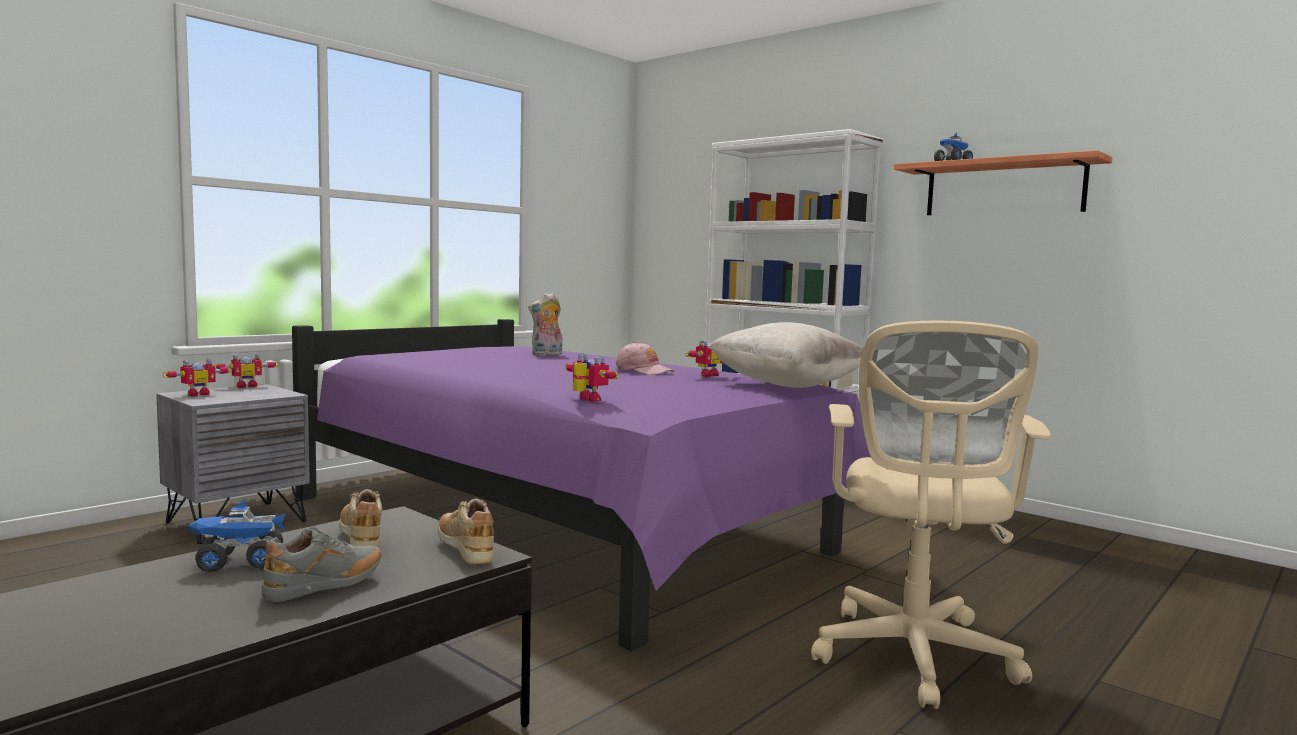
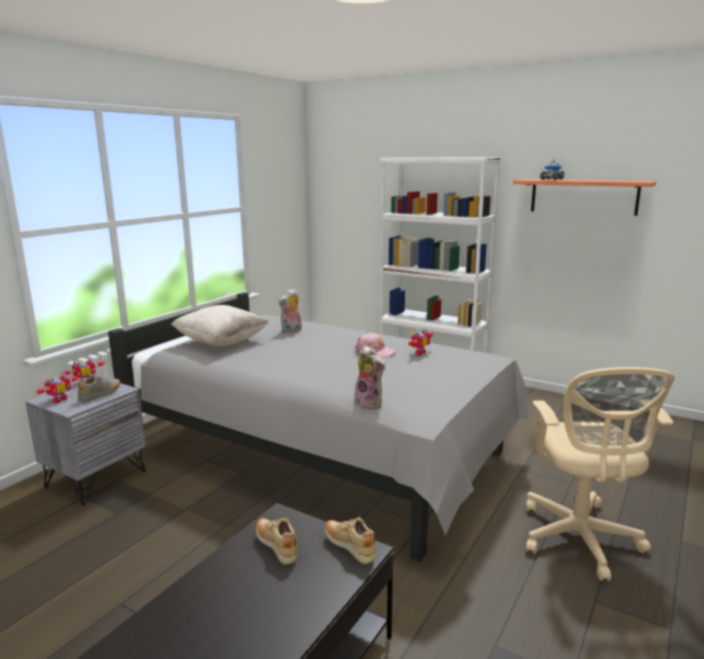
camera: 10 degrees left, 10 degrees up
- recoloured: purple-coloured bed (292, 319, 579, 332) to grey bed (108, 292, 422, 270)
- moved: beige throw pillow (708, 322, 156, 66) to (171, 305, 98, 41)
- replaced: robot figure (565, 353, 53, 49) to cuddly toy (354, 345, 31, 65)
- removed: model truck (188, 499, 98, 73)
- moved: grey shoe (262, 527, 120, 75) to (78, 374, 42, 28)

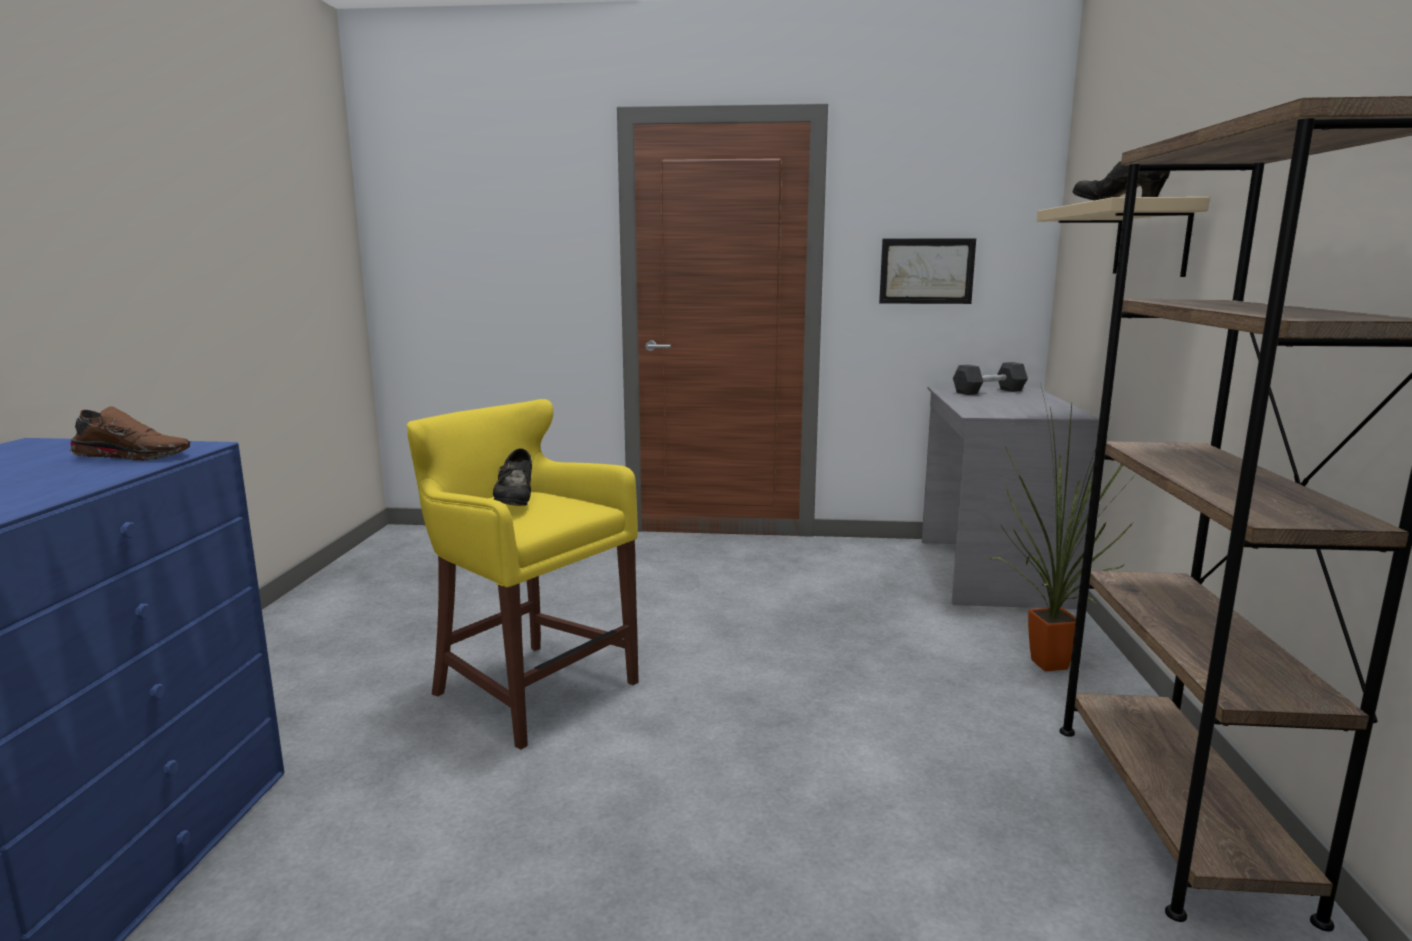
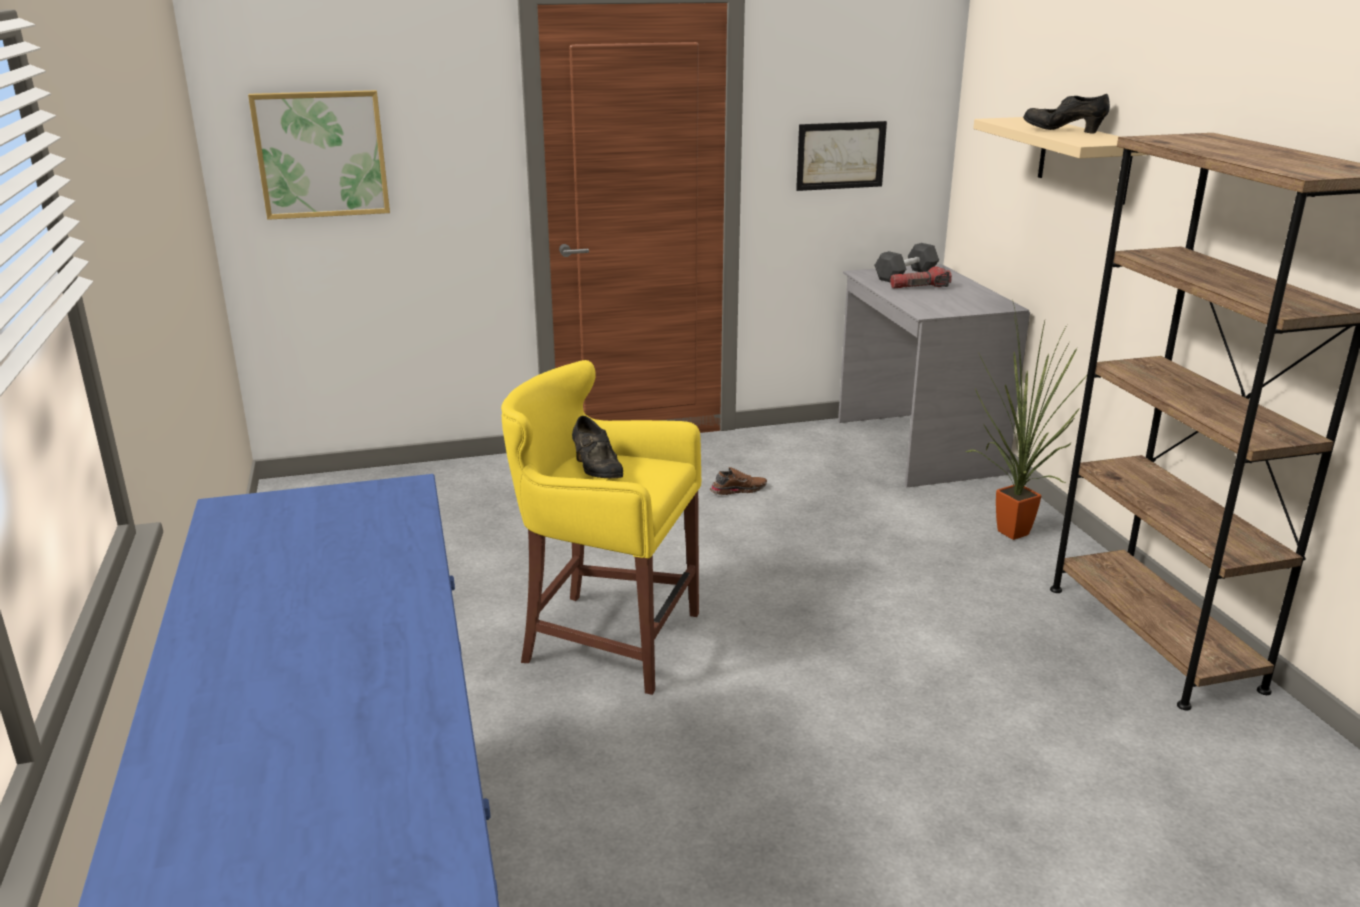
camera: 20 degrees left, 10 degrees up
- moved: brownish shoe (70, 406, 120, 55) to (710, 467, 57, 28)
- added: wall picture (248, 90, 142, 130)
- added: torch (890, 266, 62, 23)

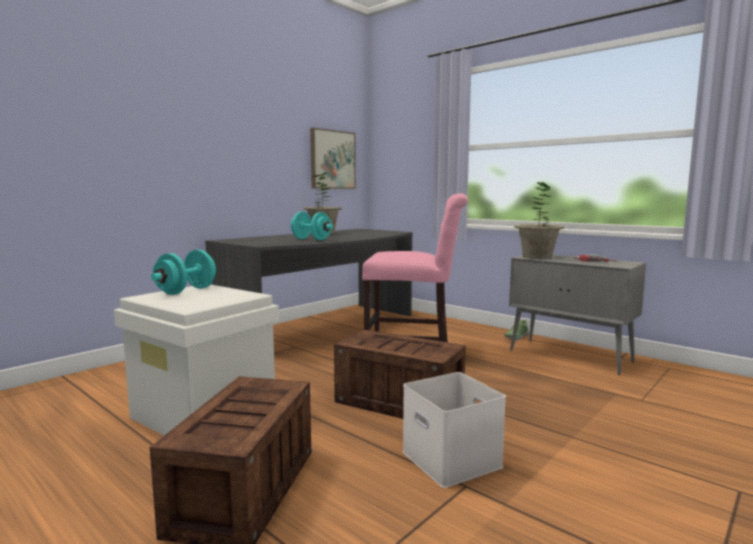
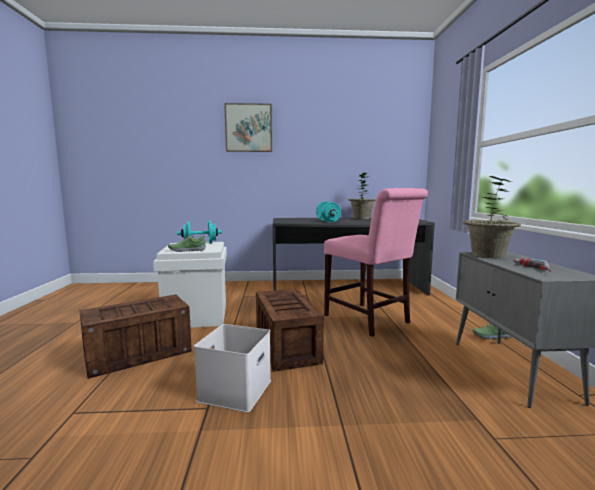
camera: 45 degrees right, 0 degrees up
- moved: wall picture (310, 128, 46, 61) to (224, 103, 48, 49)
- added: shoe (168, 235, 38, 17)

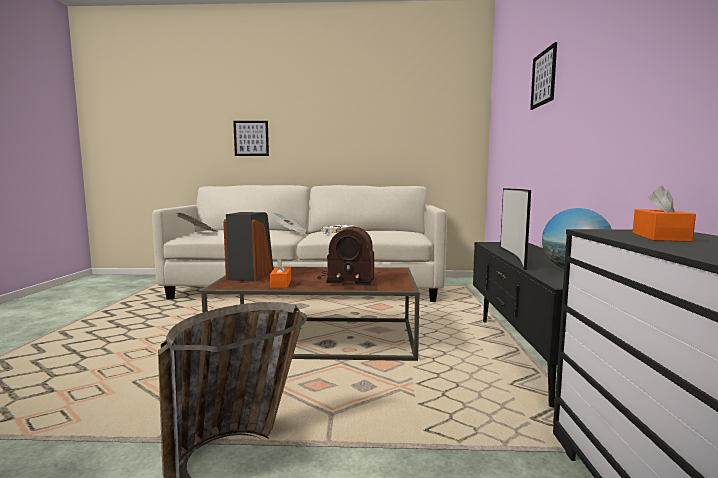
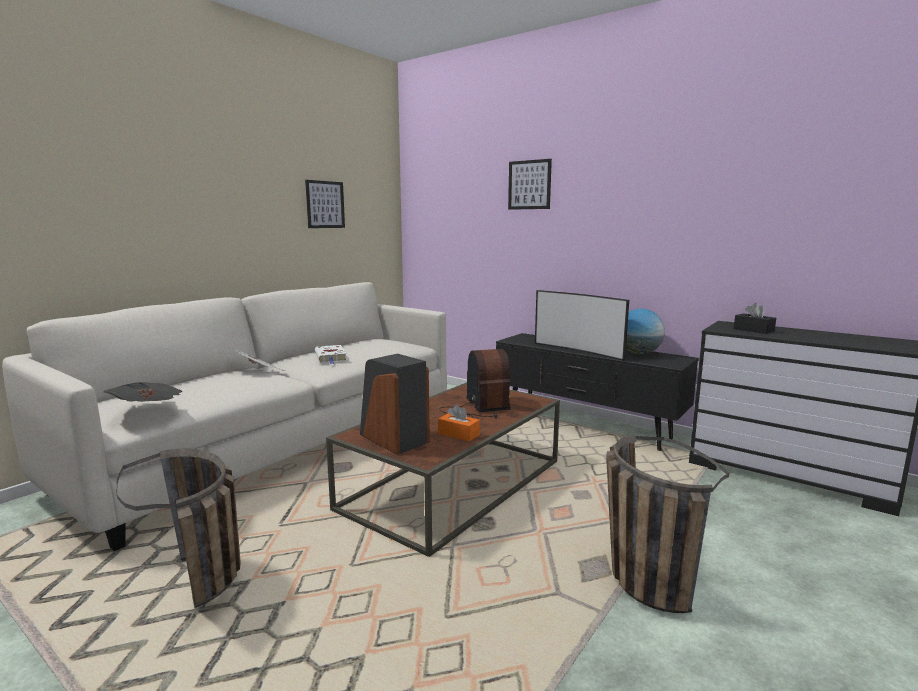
camera: 55 degrees left, 5 degrees up
- moved: wall picture (233, 121, 36, 35) to (305, 180, 40, 48)
- recoloured: orangey tissue box (632, 186, 64, 56) to black-coloured tissue box (734, 303, 42, 31)
- turned: radio (317, 227, 58, 58) = (439, 349, 72, 69) 60 degrees counterclockwise
- added: storage basket (117, 449, 124, 159)

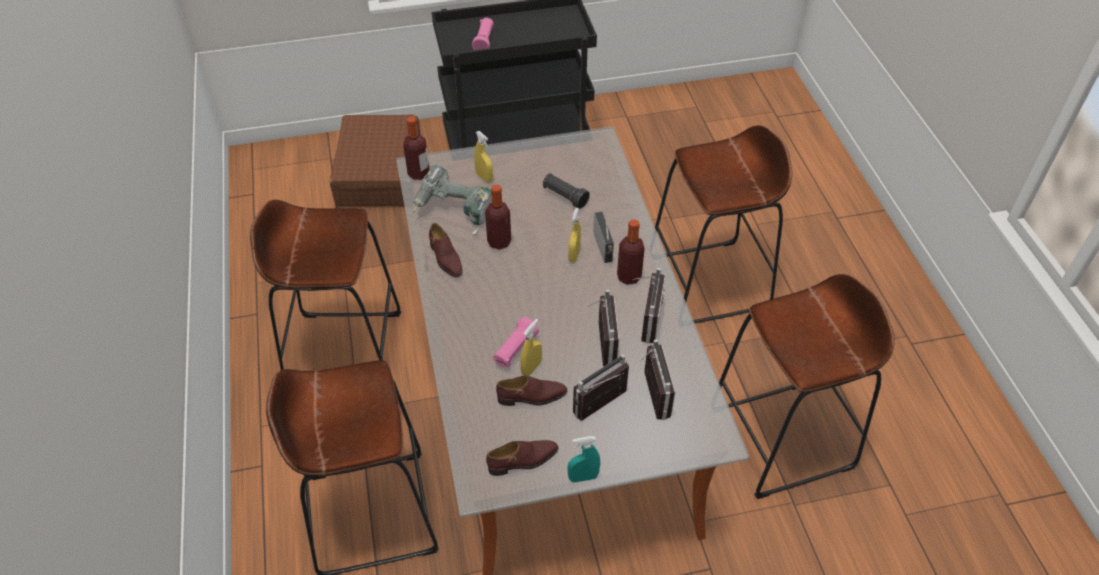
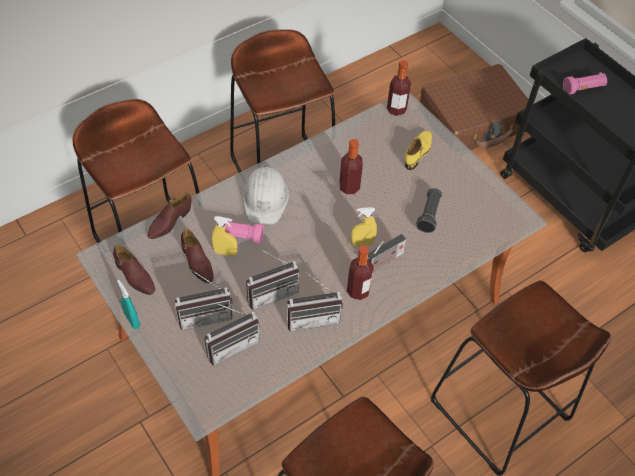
camera: 65 degrees right, 5 degrees up
- replaced: yellow-coloured spray bottle (474, 131, 19, 52) to yellow-coloured shoe (404, 131, 28, 39)
- removed: power drill (412, 165, 80, 70)
- moved: brownish shoe (429, 223, 33, 54) to (147, 193, 45, 46)
- turned: radio (573, 354, 56, 67) = (175, 270, 58, 60) 135 degrees clockwise
- added: white hard hat (243, 166, 46, 59)

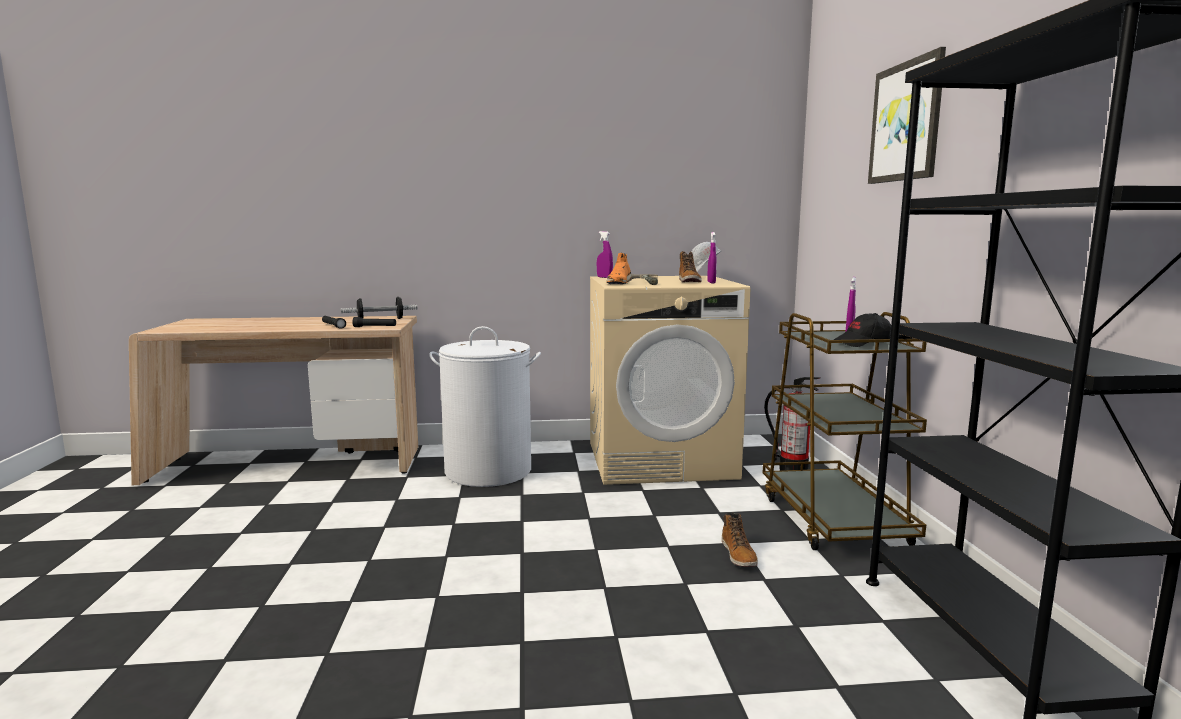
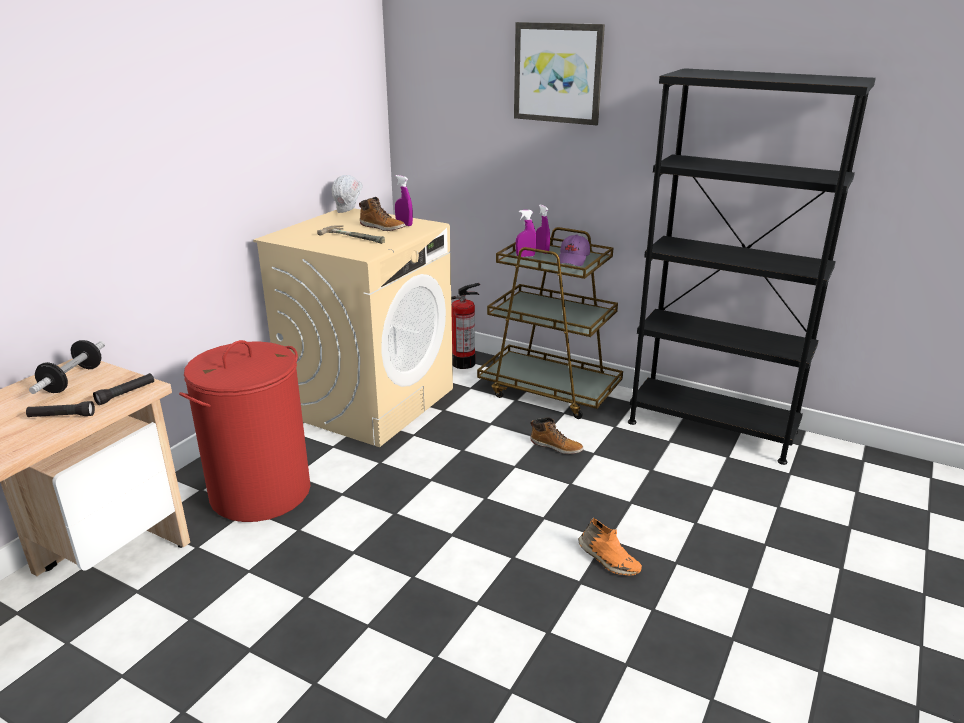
camera: 55 degrees left, 15 degrees up
- moved: purple-coloured spray bottle (597, 231, 16, 47) to (516, 210, 20, 47)
- moved: orangey shoe (606, 252, 26, 32) to (578, 518, 64, 57)
- recoloured: black-coloured cap (834, 313, 57, 34) to purple-coloured cap (559, 235, 31, 31)
- recoloured: white hamper (429, 326, 112, 161) to red hamper (179, 340, 132, 182)

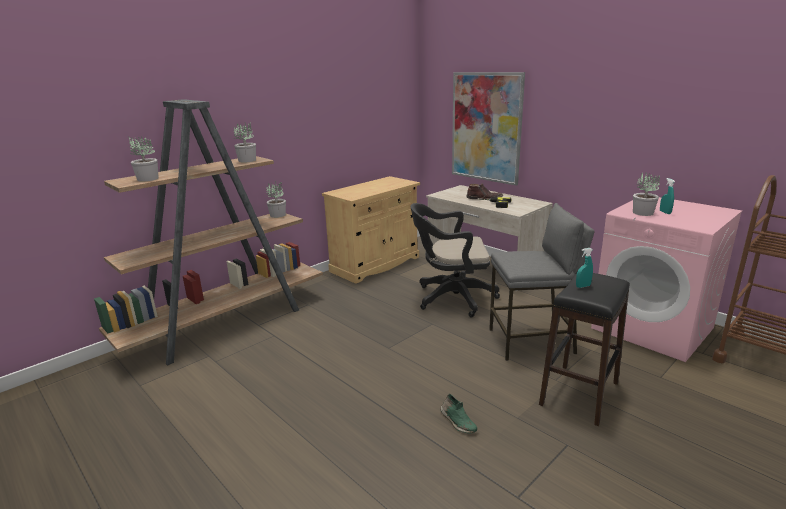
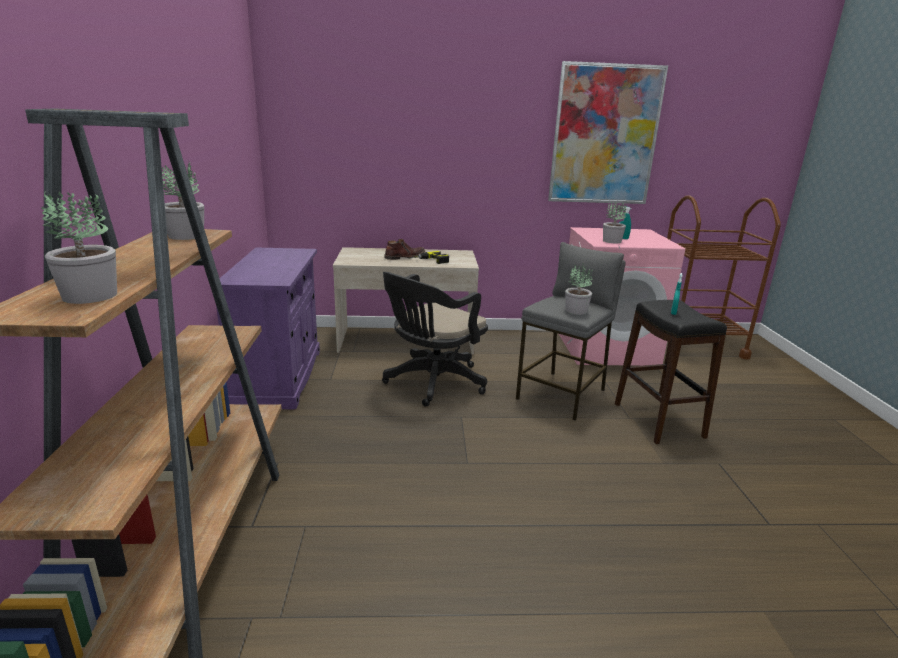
camera: 50 degrees left, 0 degrees up
- moved: wall picture (452, 72, 73, 114) to (548, 61, 120, 143)
- recoloured: beige cabinet (322, 176, 98, 107) to purple-coloured cabinet (216, 247, 104, 162)
- moved: potted plant (266, 183, 20, 35) to (565, 264, 28, 51)
- removed: greenish shoe (441, 393, 36, 40)

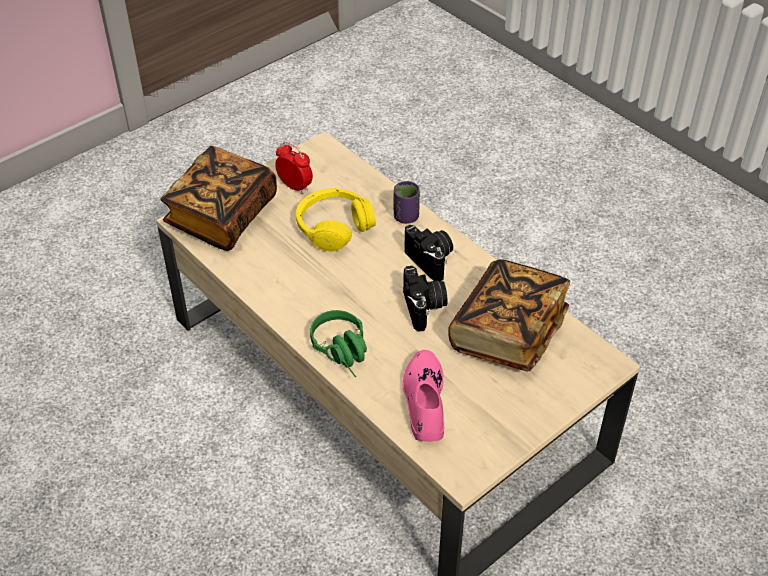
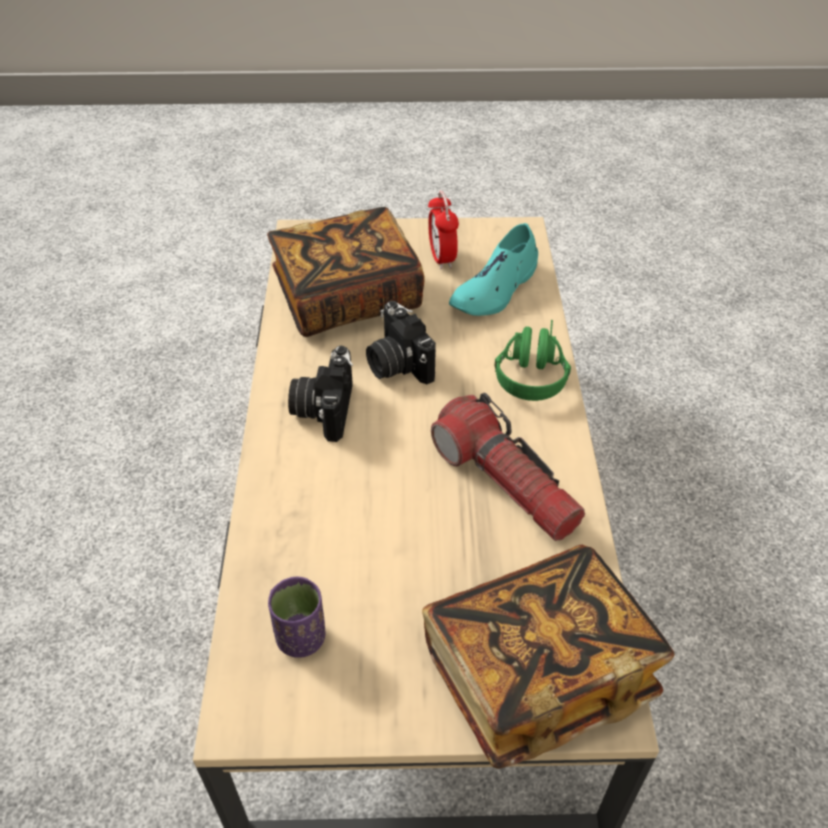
camera: 140 degrees left, 0 degrees up
- moved: bedside clock (275, 141, 38, 53) to (428, 191, 31, 79)
- moved: purple-coloured small cup (393, 181, 27, 43) to (268, 577, 57, 81)
- removed: yellow-coloured headset (296, 188, 80, 64)
- turned: photo camera (403, 266, 45, 66) = (366, 301, 70, 83) 60 degrees counterclockwise
- recoloured: pink shoe (402, 350, 42, 92) to turquoise-coloured shoe (449, 223, 89, 93)
- added: torch (431, 393, 154, 148)

